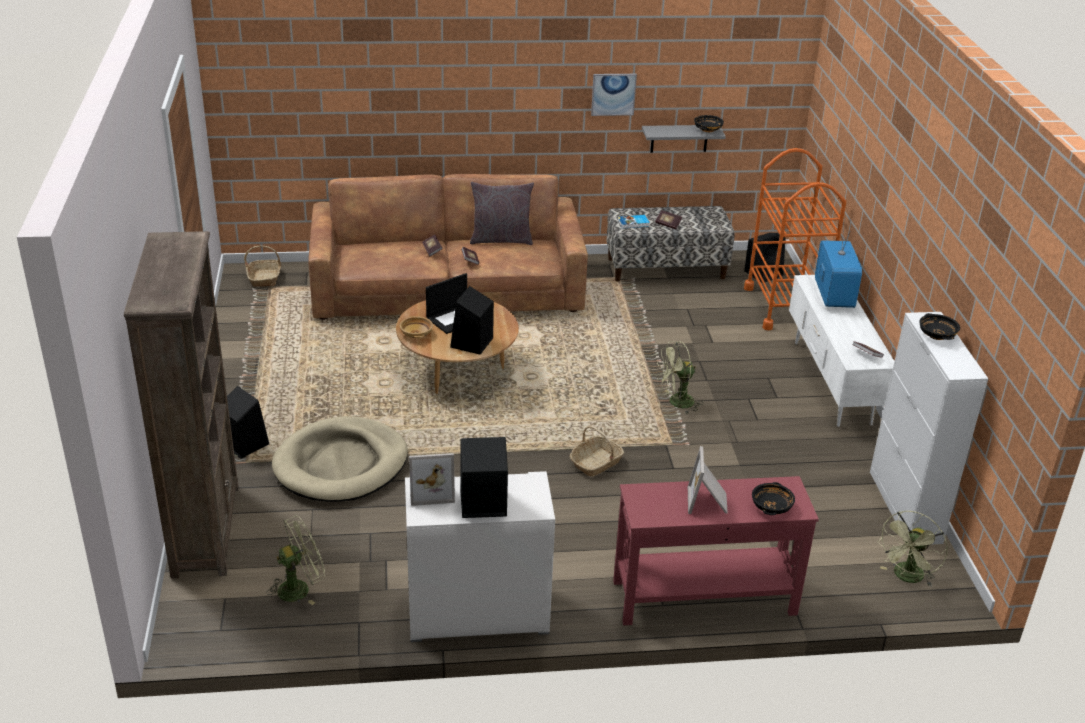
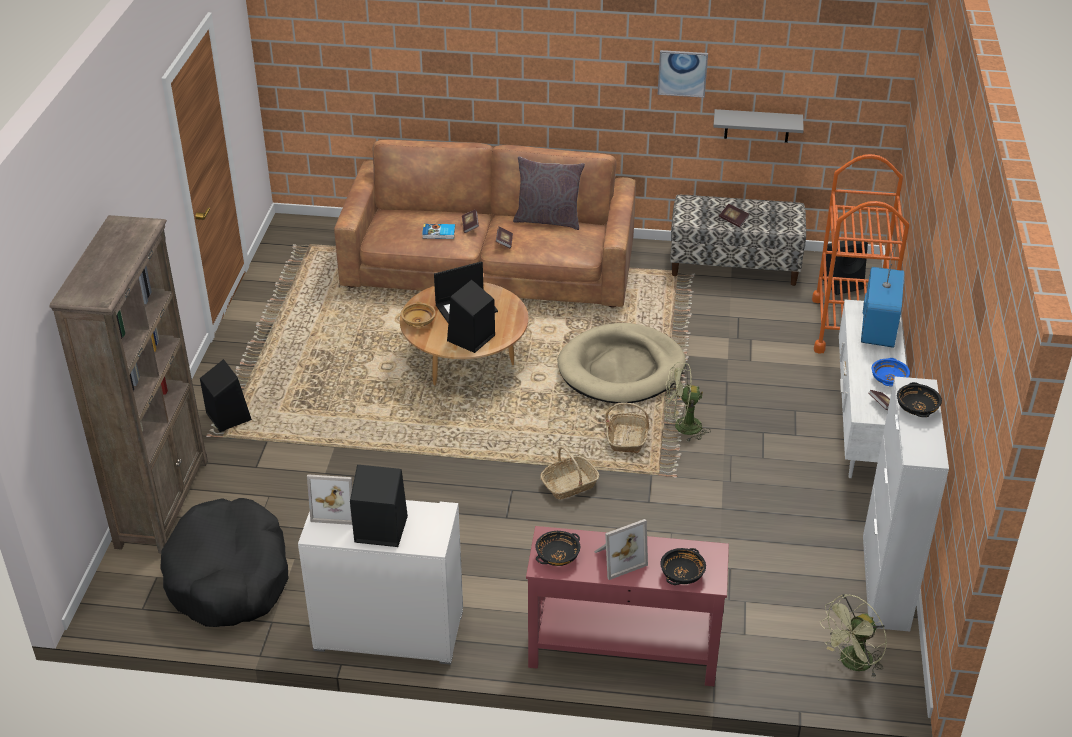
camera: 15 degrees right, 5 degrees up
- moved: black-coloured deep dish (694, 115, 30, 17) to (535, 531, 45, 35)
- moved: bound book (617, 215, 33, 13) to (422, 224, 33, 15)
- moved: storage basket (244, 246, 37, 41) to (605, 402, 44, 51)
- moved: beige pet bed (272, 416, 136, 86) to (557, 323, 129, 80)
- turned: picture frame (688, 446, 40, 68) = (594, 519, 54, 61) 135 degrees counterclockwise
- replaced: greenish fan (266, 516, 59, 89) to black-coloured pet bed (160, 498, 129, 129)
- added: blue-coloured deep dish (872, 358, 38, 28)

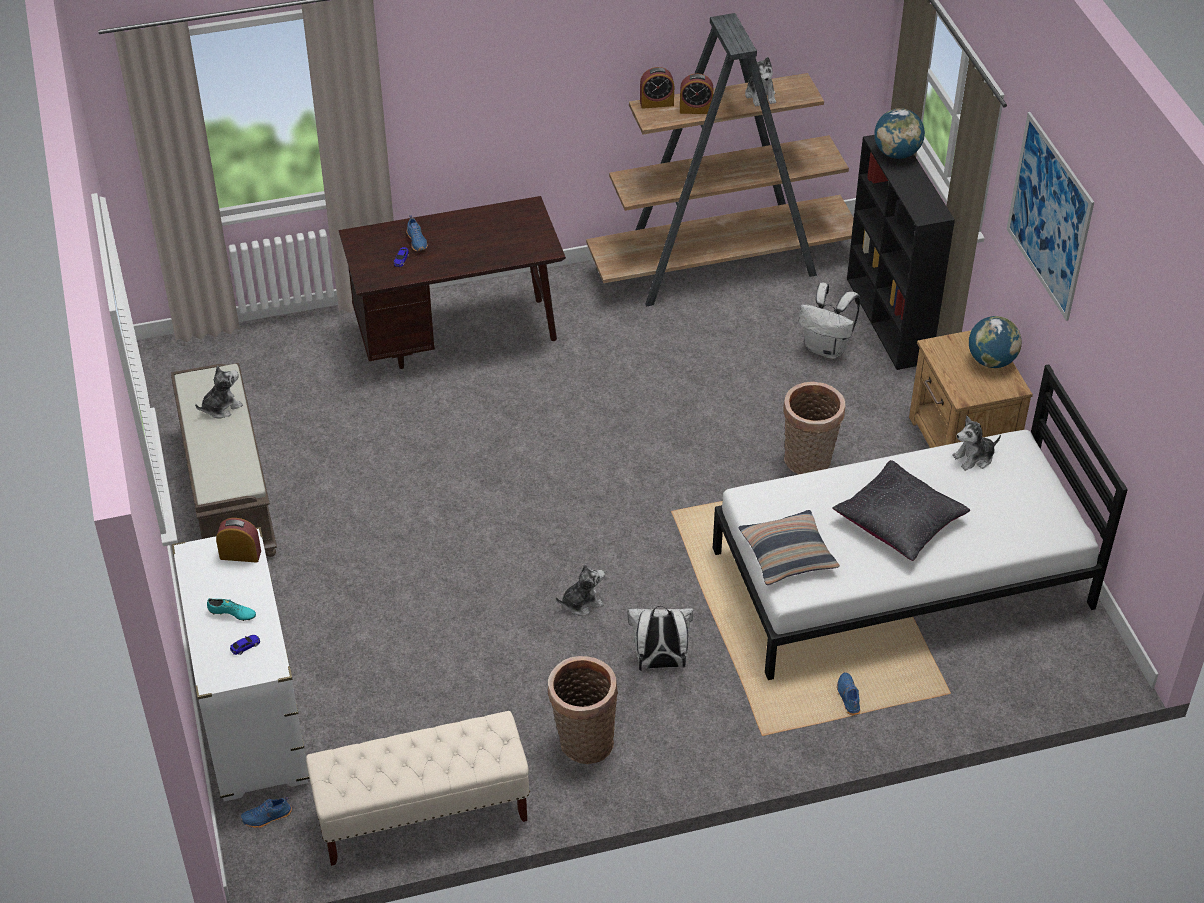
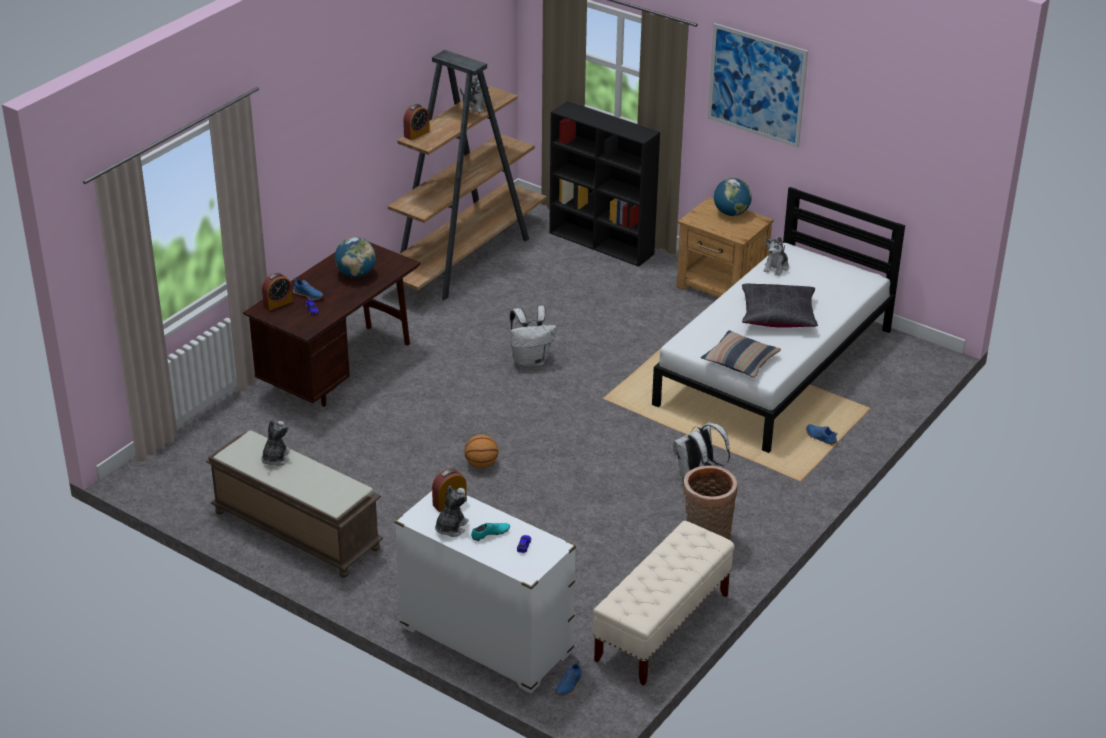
camera: 40 degrees left, 10 degrees down
- moved: bedside clock (680, 73, 33, 41) to (262, 273, 31, 38)
- moved: world globe (874, 108, 51, 51) to (335, 237, 41, 41)
- moved: white backpack (799, 283, 62, 76) to (510, 306, 47, 62)
- removed: storage basket (783, 382, 62, 92)
- moved: cuddly toy (556, 564, 49, 51) to (435, 486, 34, 51)
- added: basketball ball (464, 435, 34, 33)

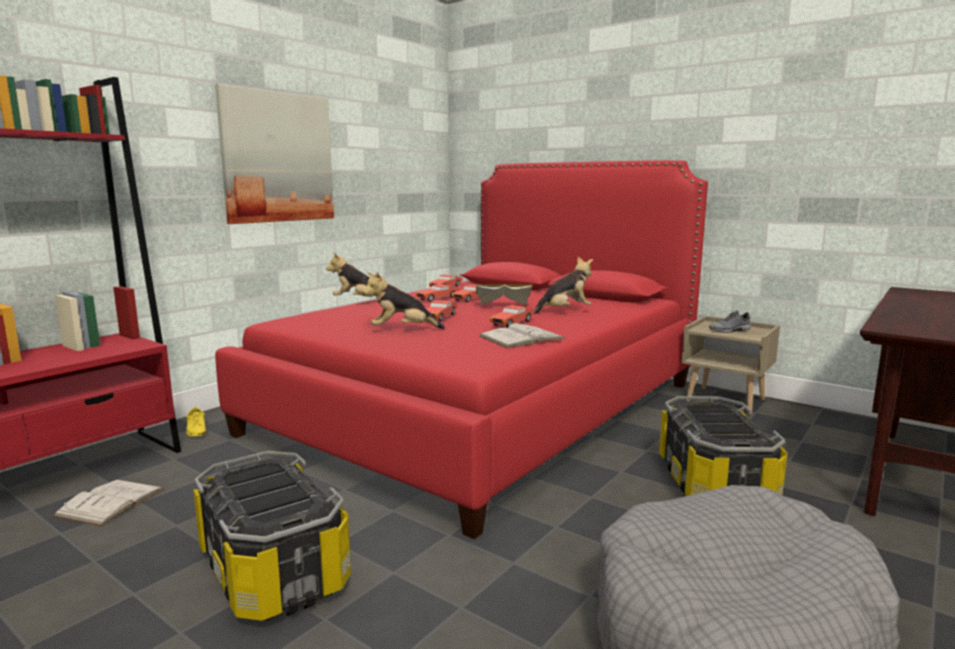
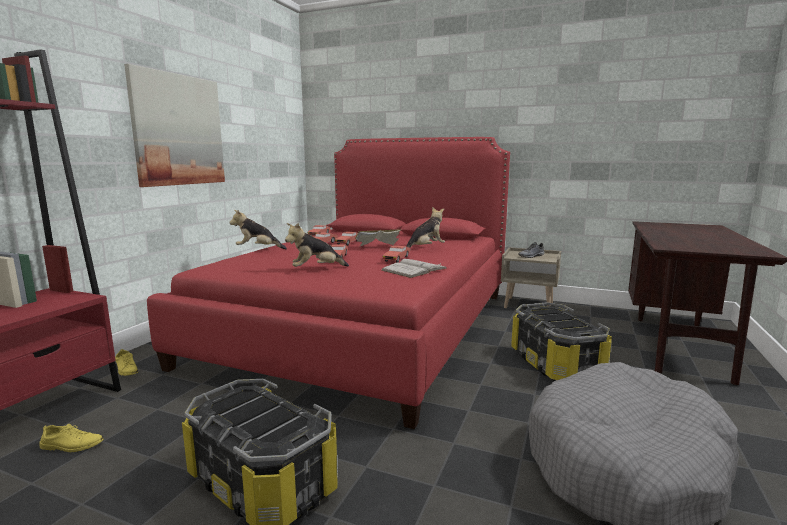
camera: 15 degrees left, 0 degrees up
- replaced: white bound book (53, 480, 111, 46) to yellow-coloured shoe (40, 423, 63, 29)

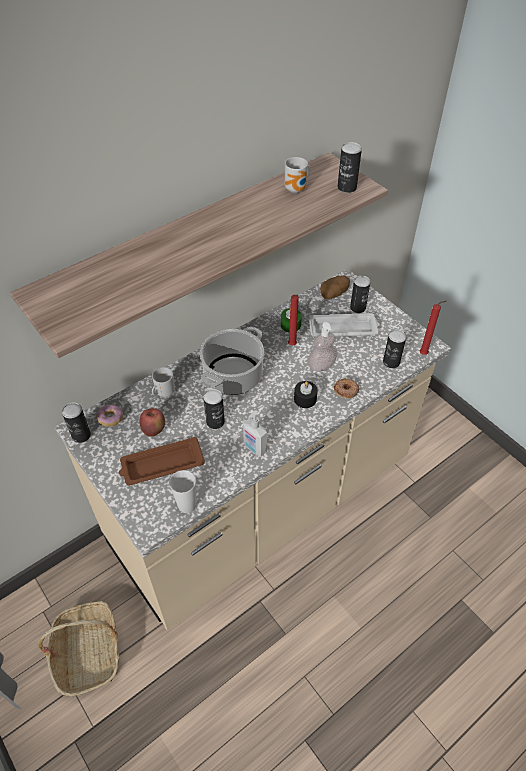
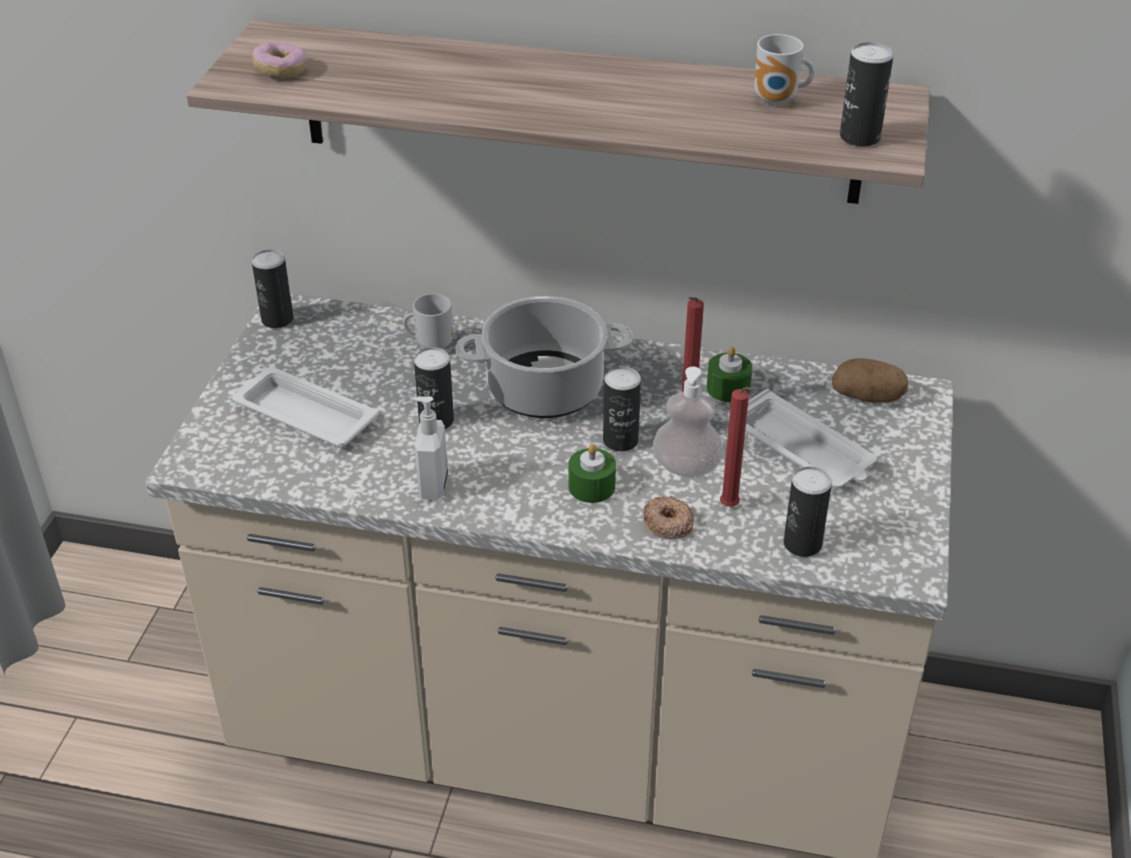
camera: 50 degrees right, 10 degrees down
- moved: can (350, 275, 20, 38) to (603, 366, 38, 85)
- moved: red wax light (420, 301, 26, 54) to (720, 387, 35, 120)
- recoloured: black-coloured wax light (294, 381, 24, 27) to greenish wax light (568, 444, 48, 59)
- moved: ring doughnut (96, 405, 27, 22) to (252, 42, 55, 36)
- removed: apple fruit (139, 408, 26, 29)
- recoloured: brownish tray (119, 437, 86, 49) to white tray (232, 367, 147, 80)
- removed: small cup (169, 470, 27, 43)
- removed: storage basket (38, 601, 81, 95)

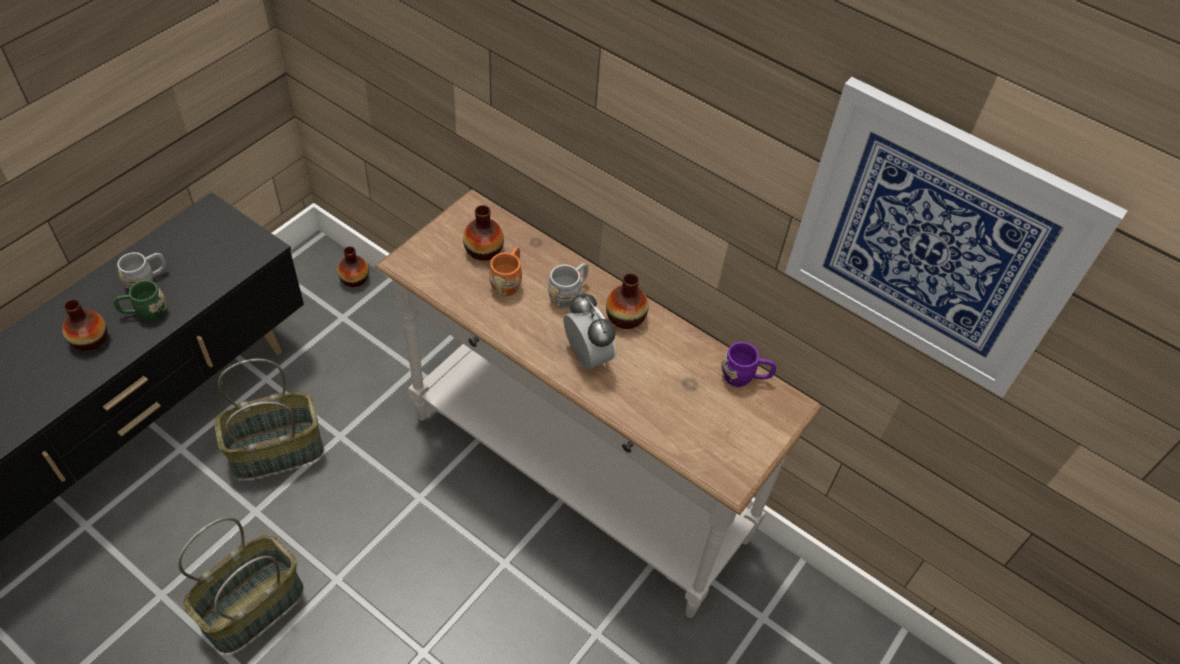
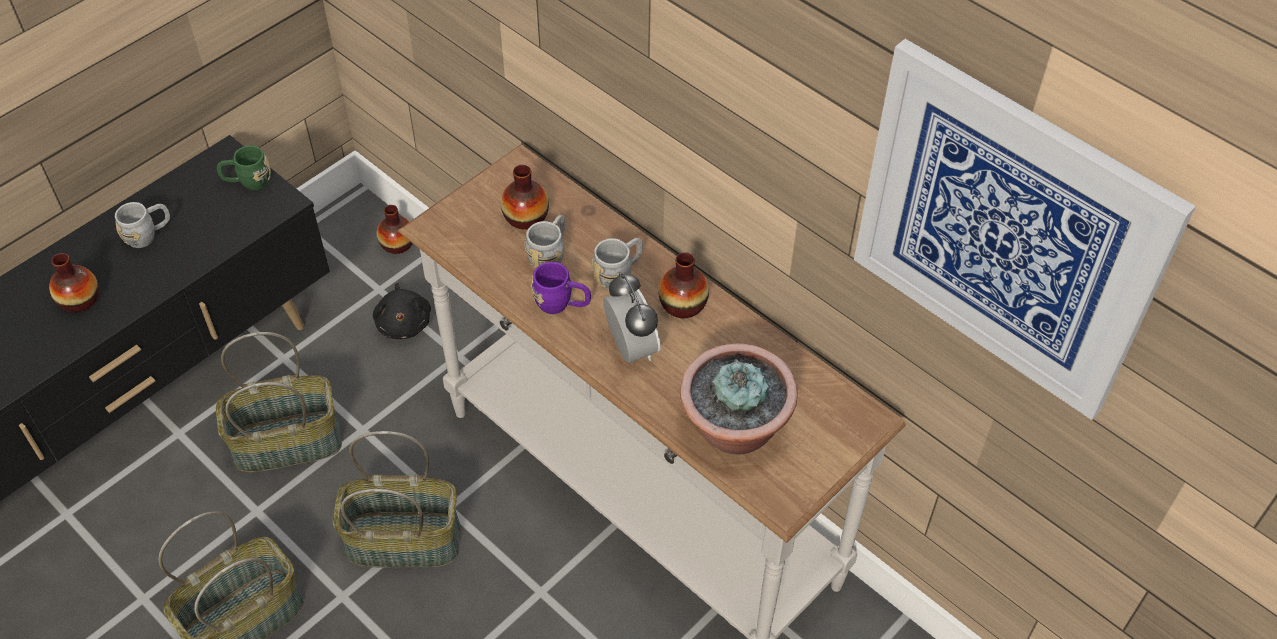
camera: 10 degrees right, 0 degrees up
- recoloured: orangey mug (489, 247, 33, 49) to grey mug (525, 215, 40, 54)
- moved: greenish mug (114, 280, 52, 41) to (217, 145, 54, 45)
- moved: purple-coloured mug (721, 342, 55, 45) to (531, 262, 60, 52)
- added: black-coloured cuddly toy (373, 283, 58, 56)
- added: potted plant (680, 343, 118, 112)
- added: storage basket (333, 431, 127, 137)

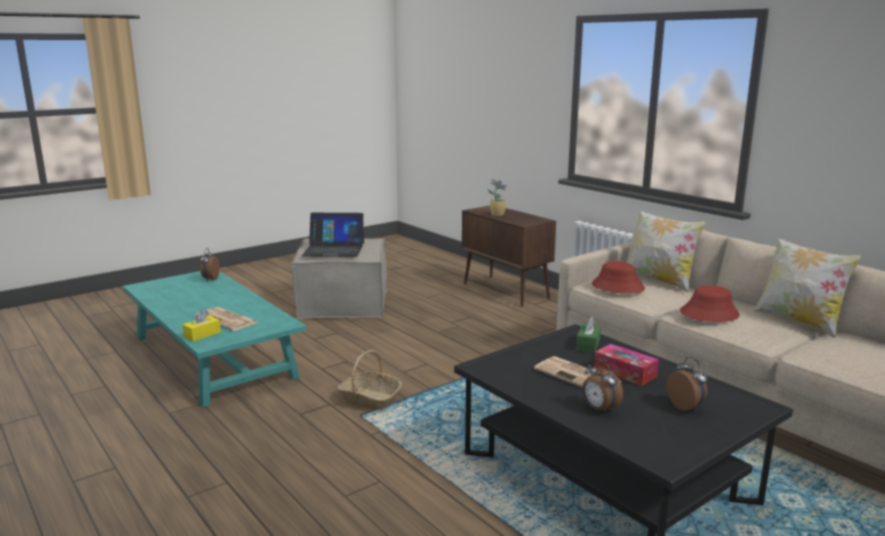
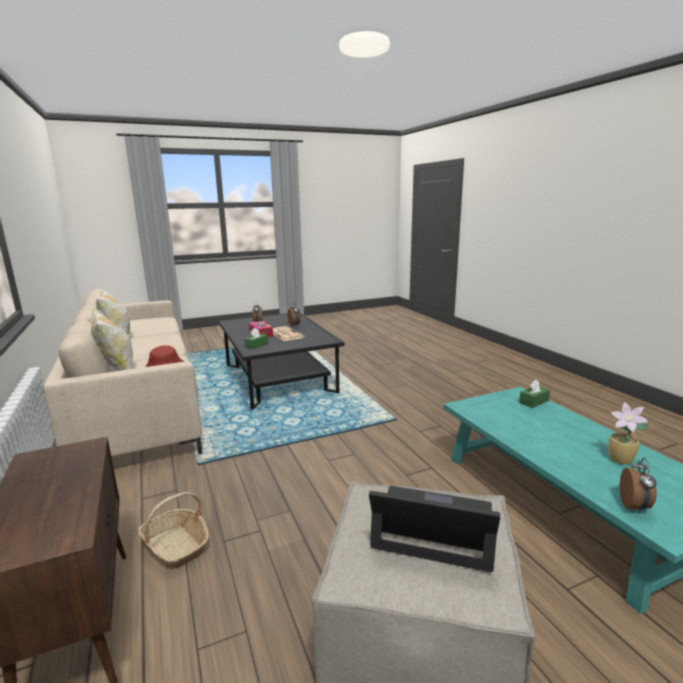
camera: 165 degrees left, 0 degrees up
- moved: potted plant (487, 179, 21, 37) to (608, 403, 41, 62)
- removed: red clothing hat (680, 285, 60, 37)
- removed: daily paper (195, 307, 62, 24)
- recoloured: yellow-coloured tissue box (183, 310, 38, 31) to greenish tissue box (519, 379, 31, 29)
- moved: storage basket (338, 350, 64, 60) to (138, 492, 71, 78)

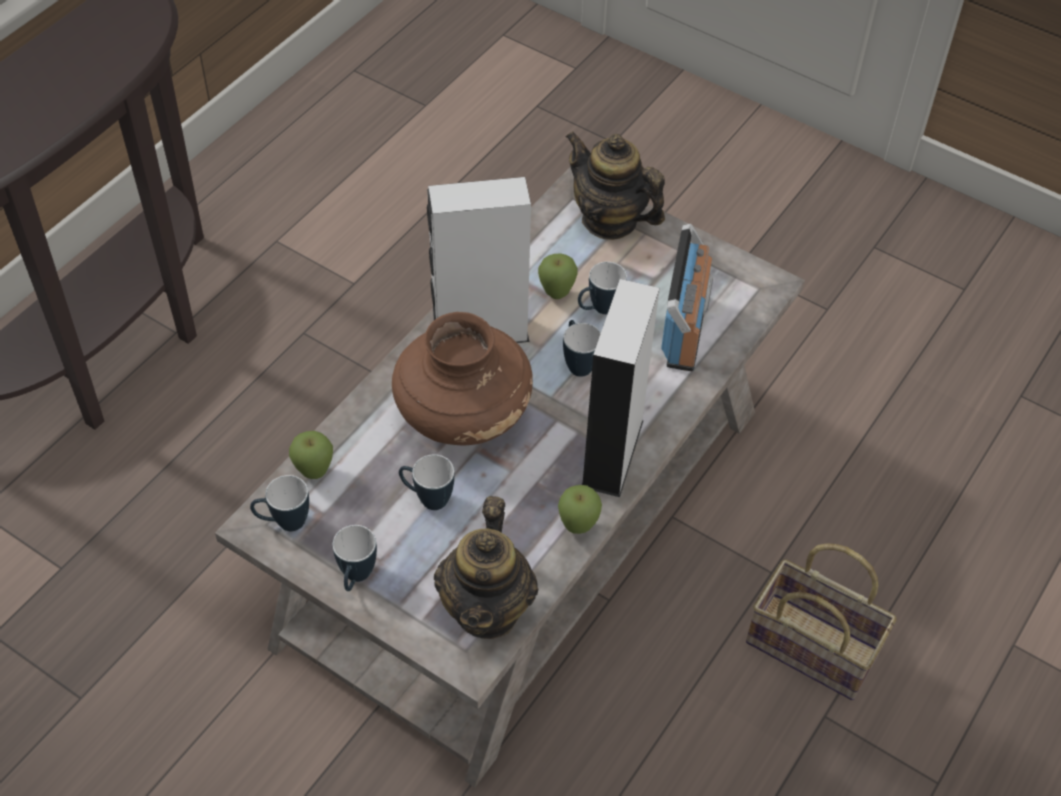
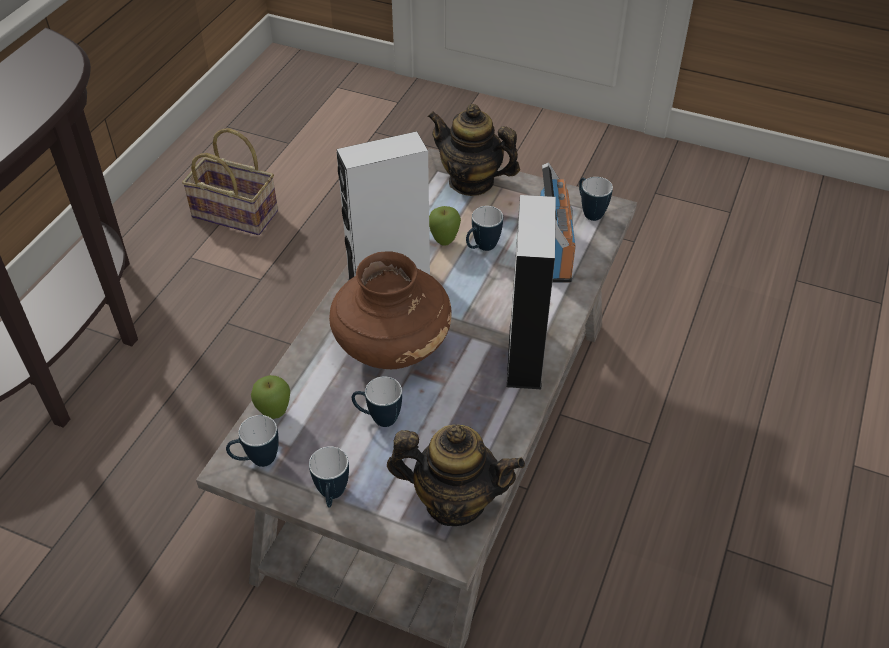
camera: 10 degrees left, 5 degrees down
- moved: mug (563, 320, 38, 57) to (579, 177, 34, 44)
- removed: apple fruit (558, 485, 44, 49)
- turned: pot for tea (434, 496, 104, 143) = (387, 425, 138, 101) 75 degrees counterclockwise
- moved: storage basket (746, 543, 151, 157) to (182, 128, 96, 107)

